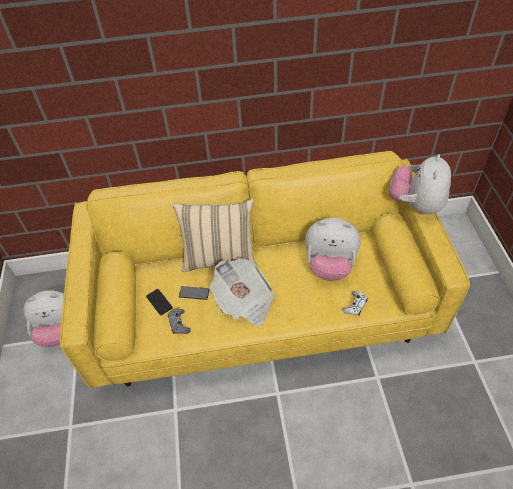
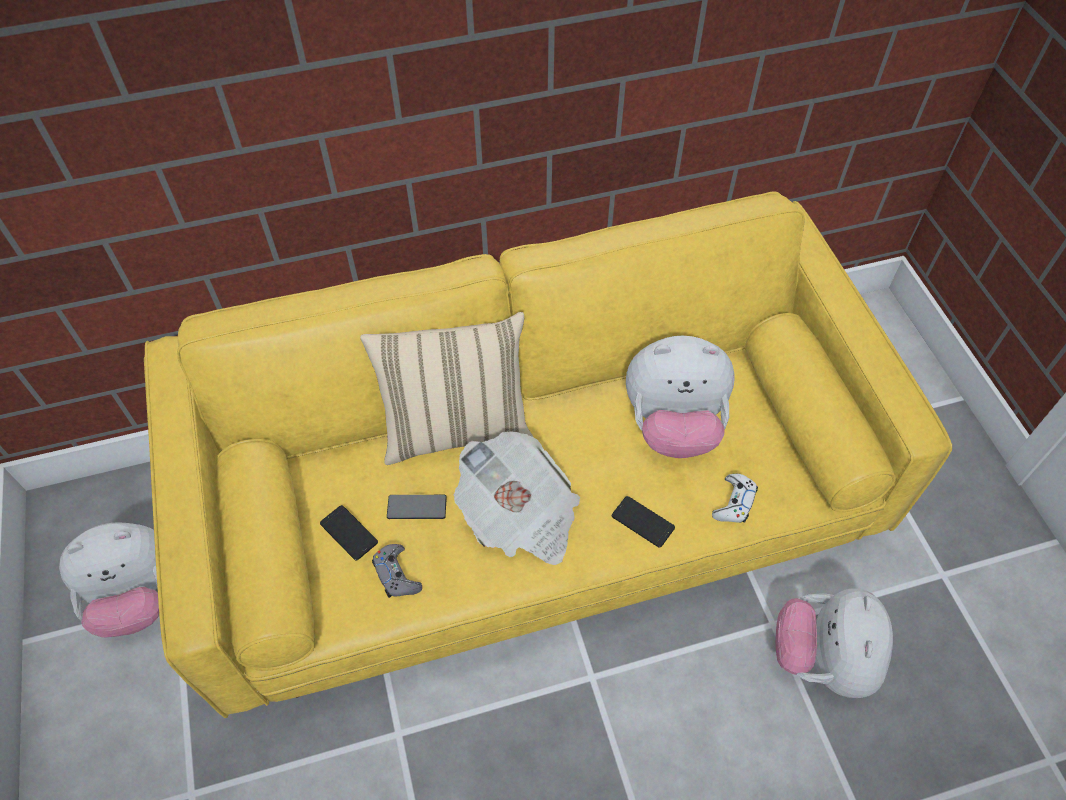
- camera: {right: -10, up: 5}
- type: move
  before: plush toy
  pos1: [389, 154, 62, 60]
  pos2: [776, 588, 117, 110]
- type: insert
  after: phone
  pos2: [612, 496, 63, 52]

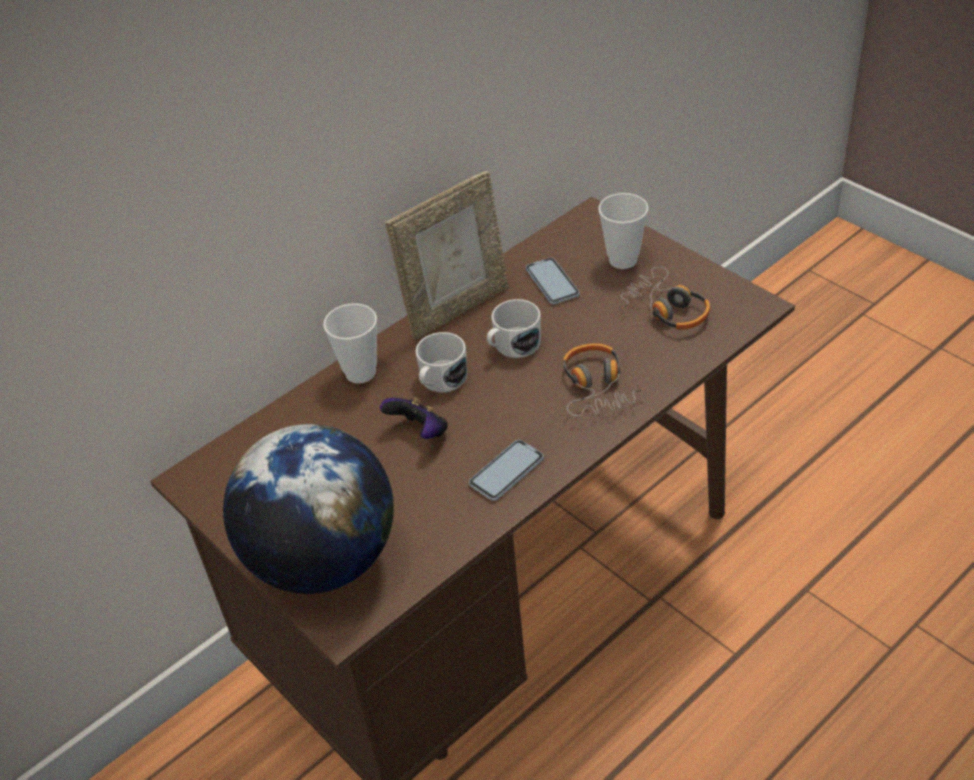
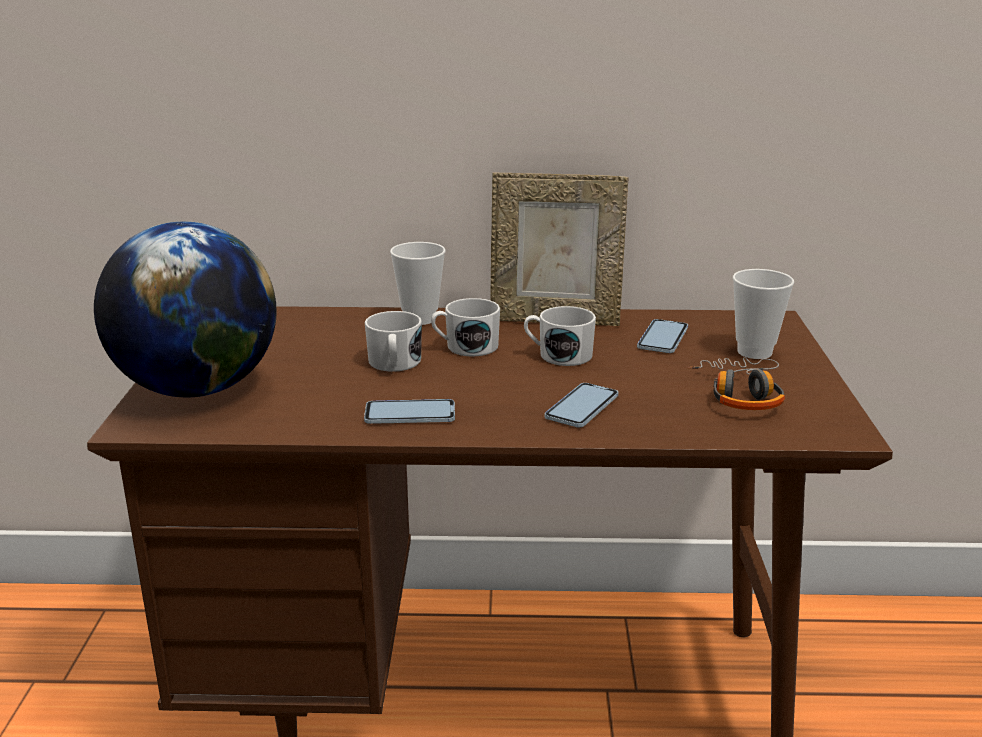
- camera: {right: 40, up: -20}
- type: replace
  before: game controller
  after: white mug
  pos1: [380, 397, 68, 42]
  pos2: [365, 311, 57, 61]
- type: replace
  before: headphones
  after: phone
  pos1: [563, 343, 82, 73]
  pos2: [545, 383, 73, 44]

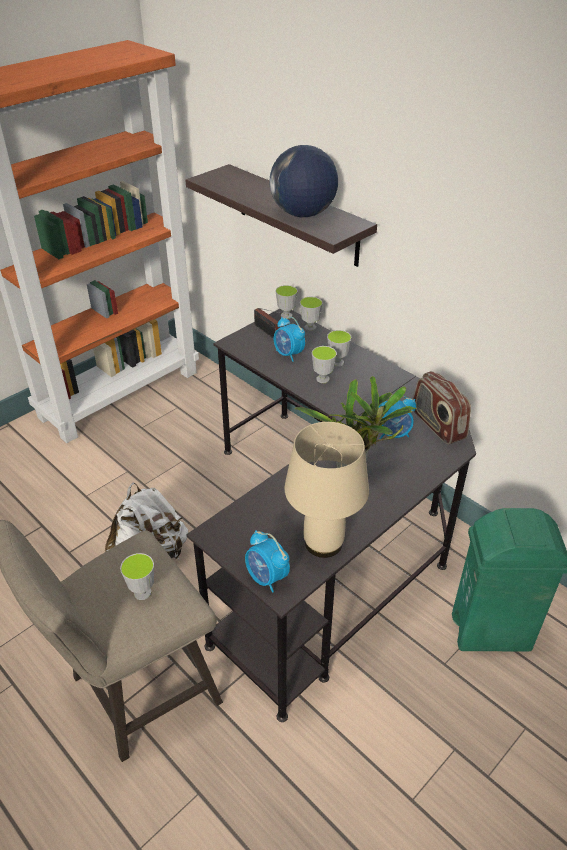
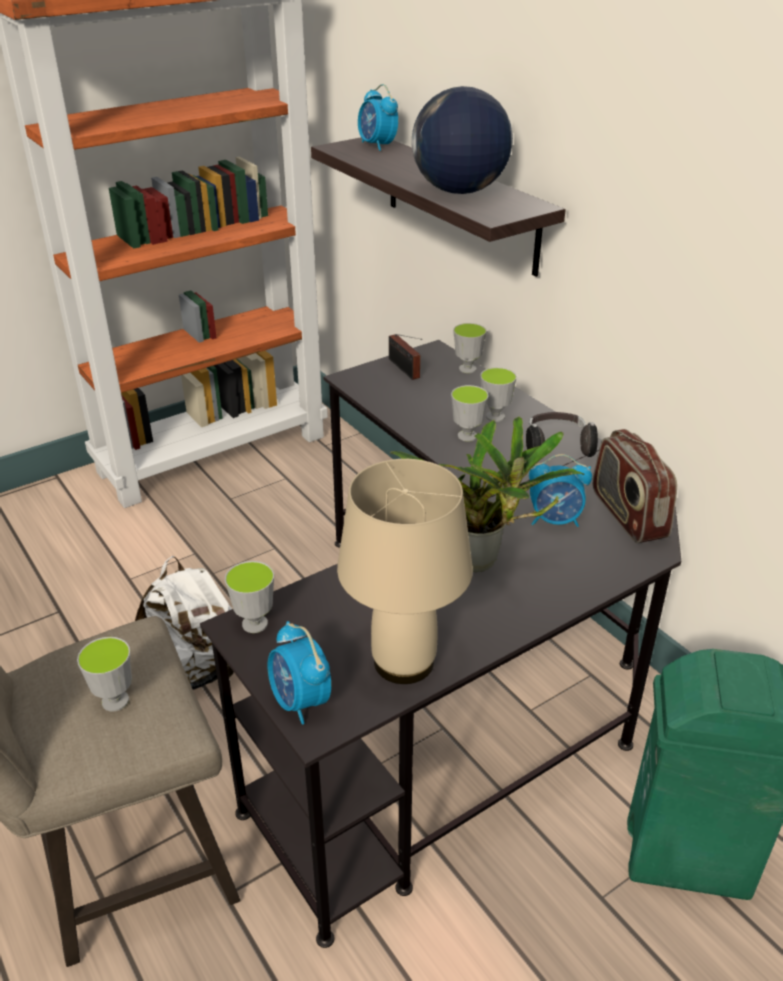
- camera: {right: 10, up: -5}
- type: move
  before: alarm clock
  pos1: [274, 317, 31, 45]
  pos2: [358, 84, 40, 67]
- type: move
  before: cup
  pos1: [276, 285, 22, 34]
  pos2: [225, 561, 49, 72]
- type: insert
  after: headphones
  pos2: [526, 412, 72, 45]

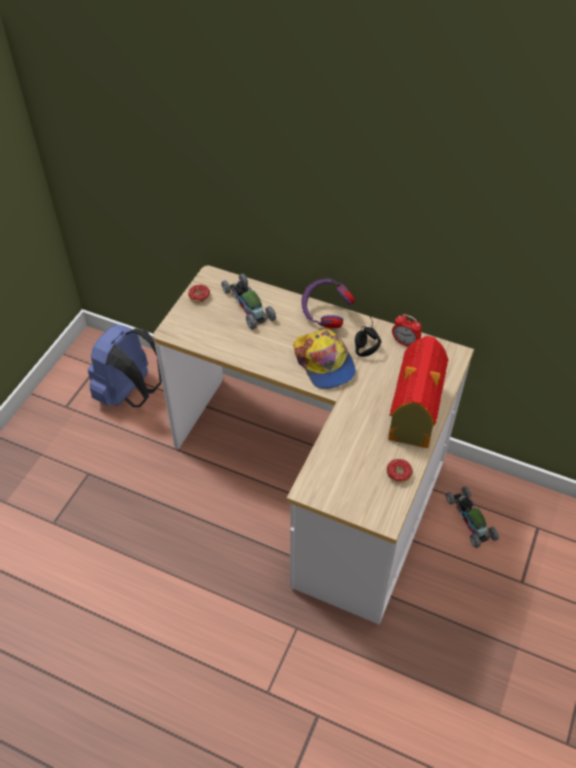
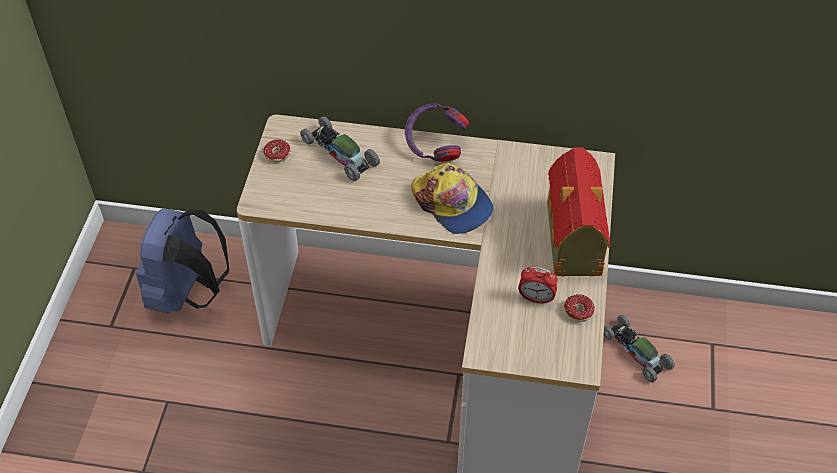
- camera: {right: -15, up: 0}
- type: delete
  before: black headphones
  pos1: [355, 316, 27, 41]
- type: move
  before: alarm clock
  pos1: [392, 314, 30, 32]
  pos2: [518, 267, 40, 38]

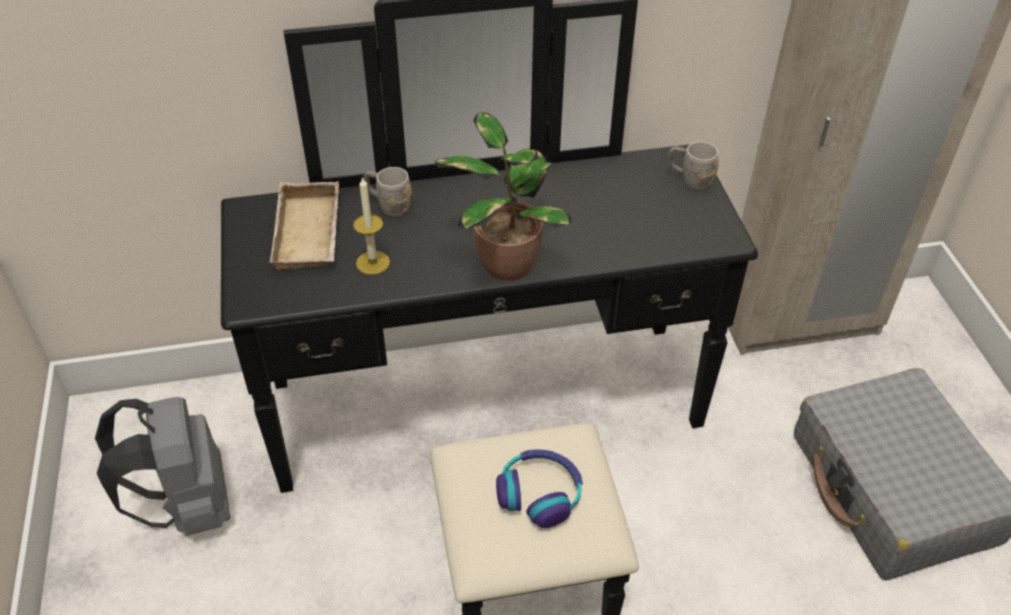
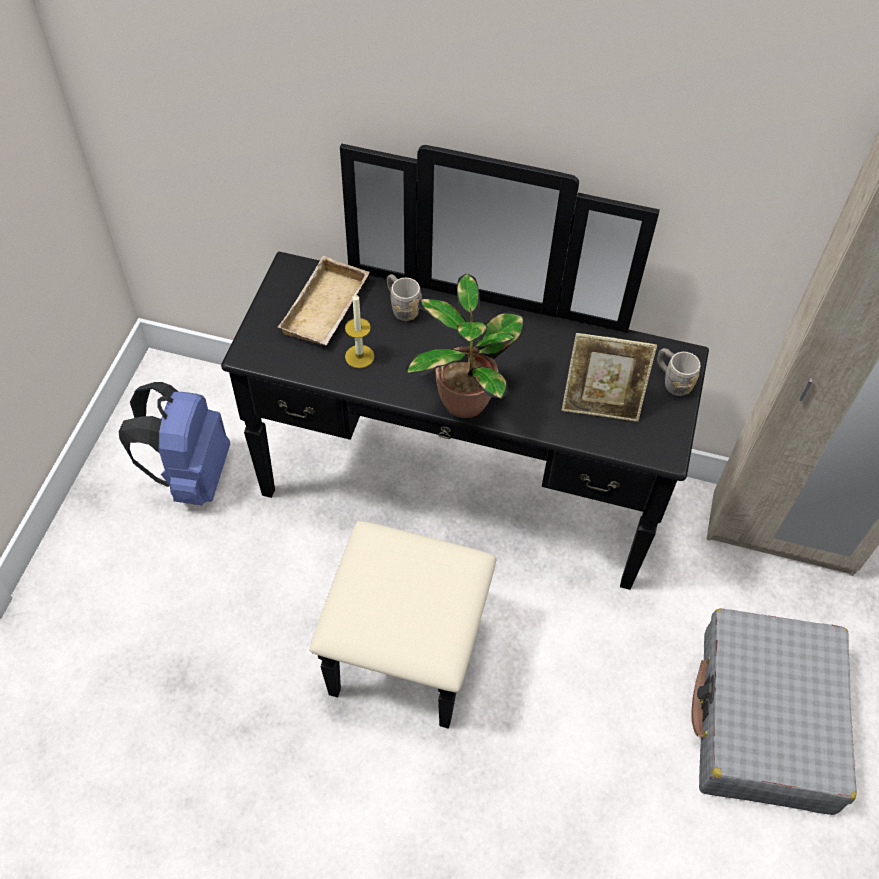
- camera: {right: 25, up: 10}
- type: recolor
  before: grey backpack
  after: blue backpack
  pos1: [95, 397, 135, 139]
  pos2: [118, 382, 112, 123]
- type: delete
  before: headphones
  pos1: [496, 450, 87, 78]
- type: insert
  after: picture frame
  pos2: [562, 333, 95, 89]

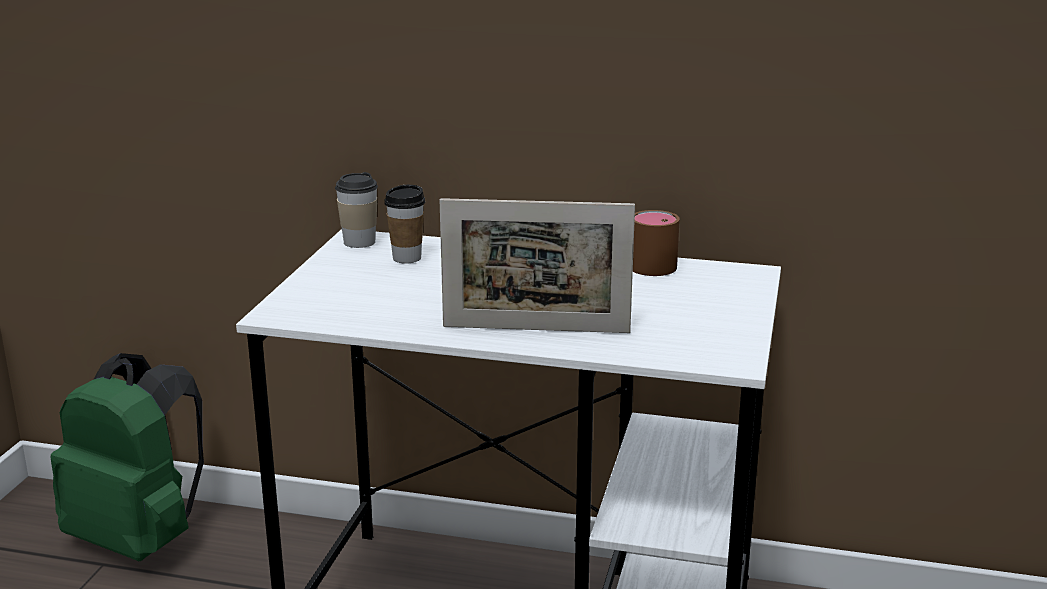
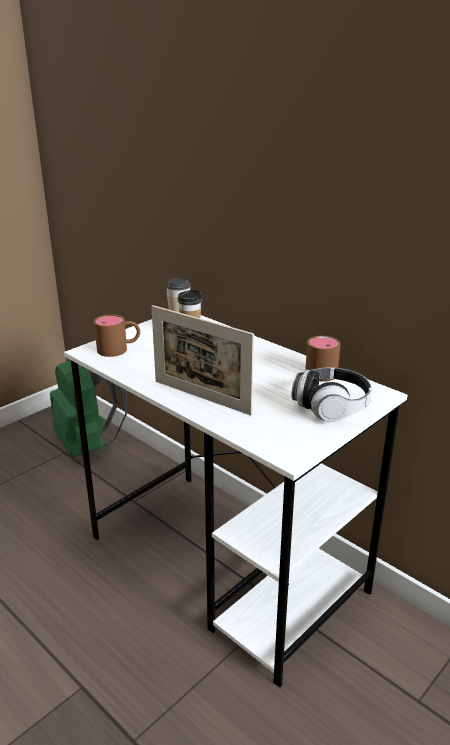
- camera: {right: 30, up: 5}
- type: insert
  after: brown mug
  pos2: [94, 314, 46, 43]
- type: insert
  after: headphones
  pos2: [292, 368, 80, 54]

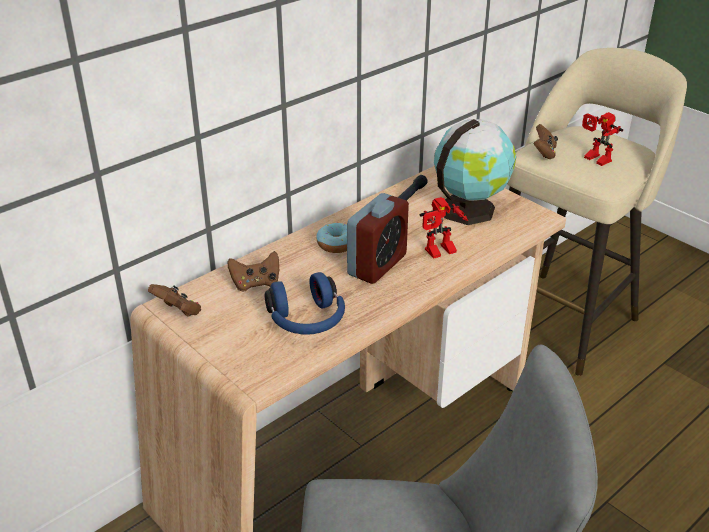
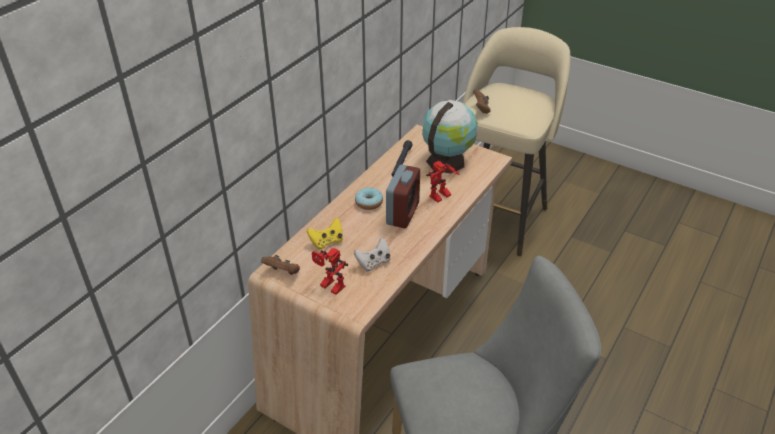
- camera: {right: -15, up: 5}
- type: recolor
  before: brown game controller
  after: yellow game controller
  pos1: [228, 251, 51, 40]
  pos2: [307, 218, 36, 32]
- type: replace
  before: blue headphones
  after: white game controller
  pos1: [265, 272, 80, 63]
  pos2: [354, 237, 36, 35]
- type: move
  before: toy robot
  pos1: [582, 112, 41, 54]
  pos2: [312, 248, 36, 47]

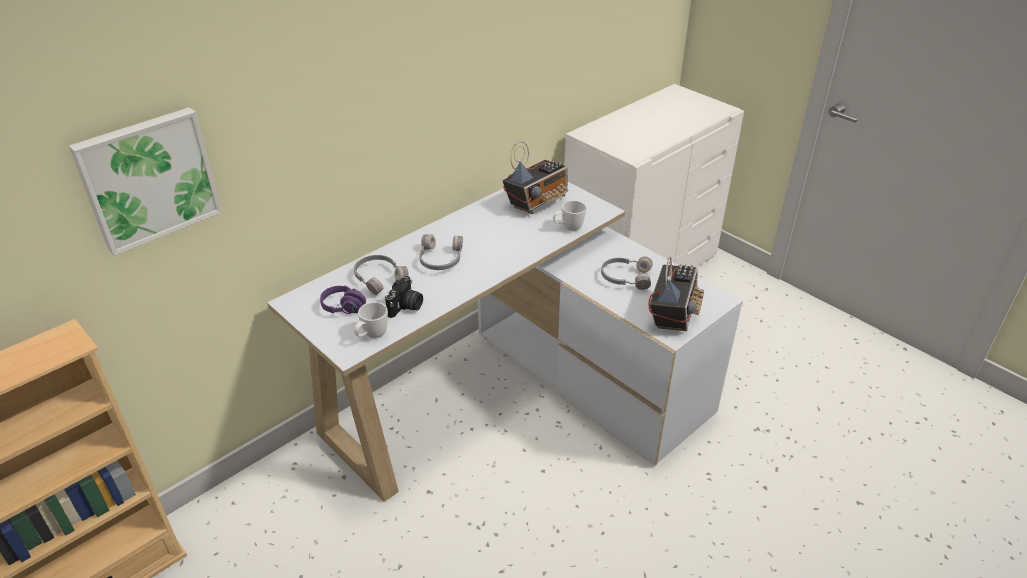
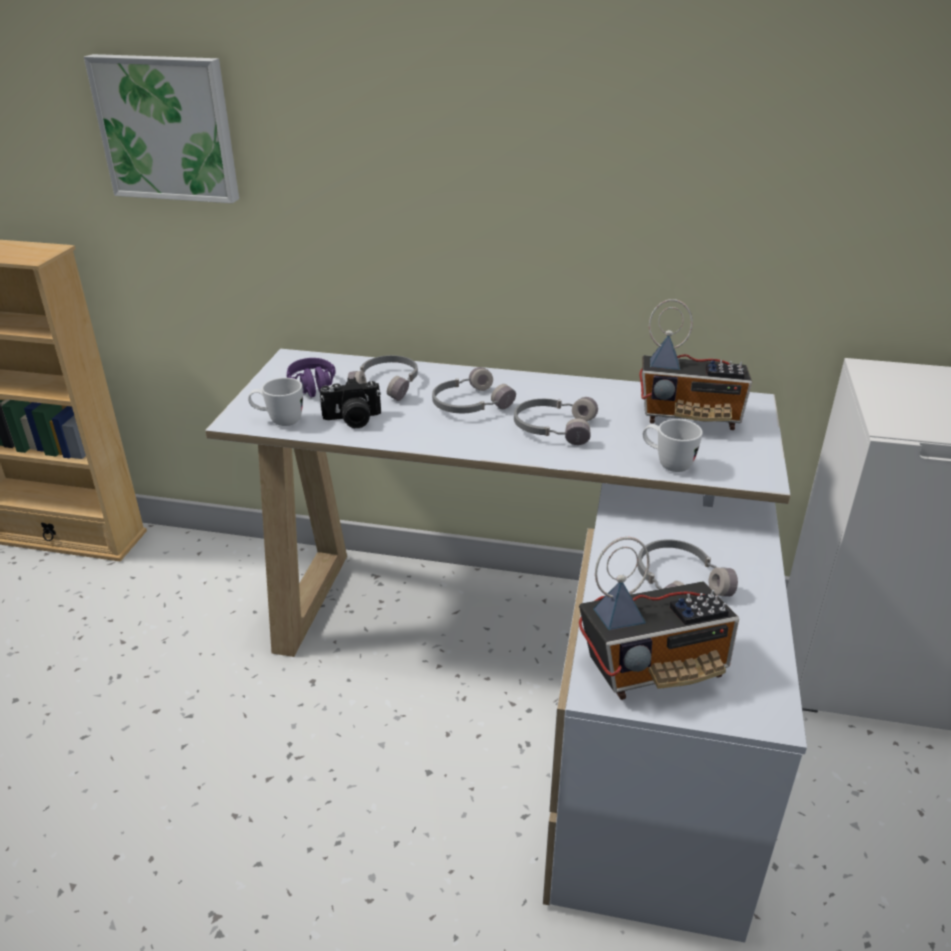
- camera: {right: 55, up: -5}
- type: insert
  after: grey headphones
  pos2: [514, 397, 84, 48]

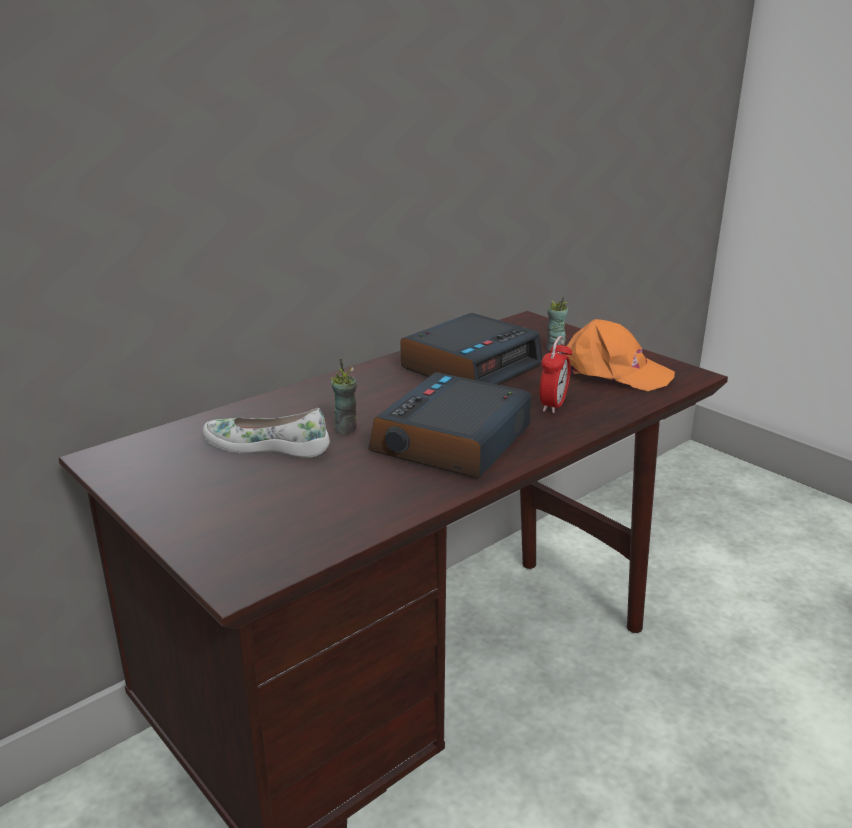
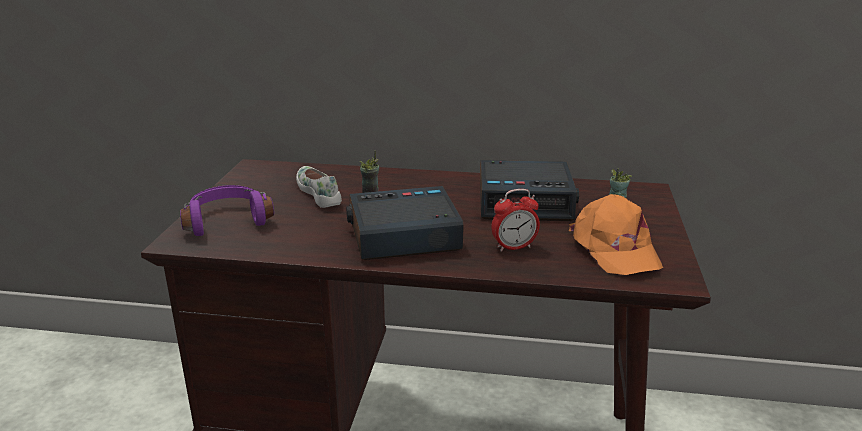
- camera: {right: 50, up: 0}
- type: insert
  after: purple headphones
  pos2: [180, 185, 94, 51]

